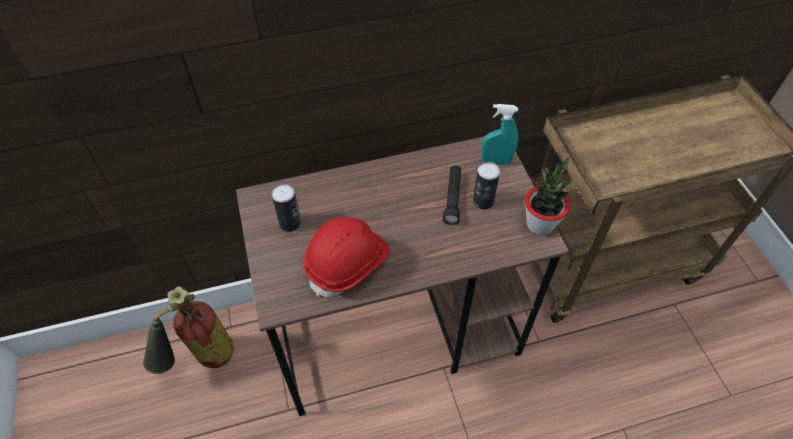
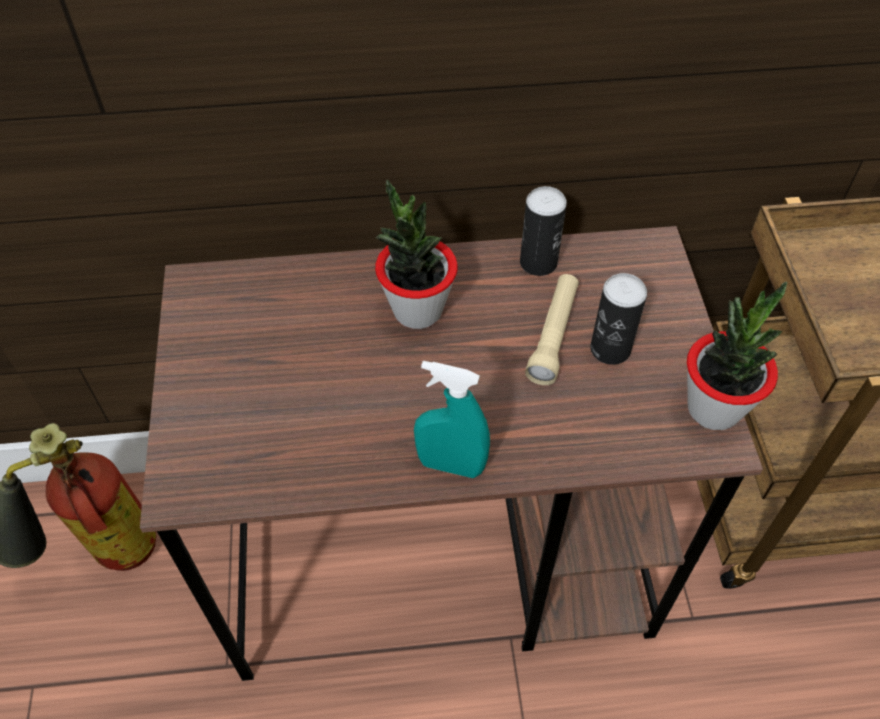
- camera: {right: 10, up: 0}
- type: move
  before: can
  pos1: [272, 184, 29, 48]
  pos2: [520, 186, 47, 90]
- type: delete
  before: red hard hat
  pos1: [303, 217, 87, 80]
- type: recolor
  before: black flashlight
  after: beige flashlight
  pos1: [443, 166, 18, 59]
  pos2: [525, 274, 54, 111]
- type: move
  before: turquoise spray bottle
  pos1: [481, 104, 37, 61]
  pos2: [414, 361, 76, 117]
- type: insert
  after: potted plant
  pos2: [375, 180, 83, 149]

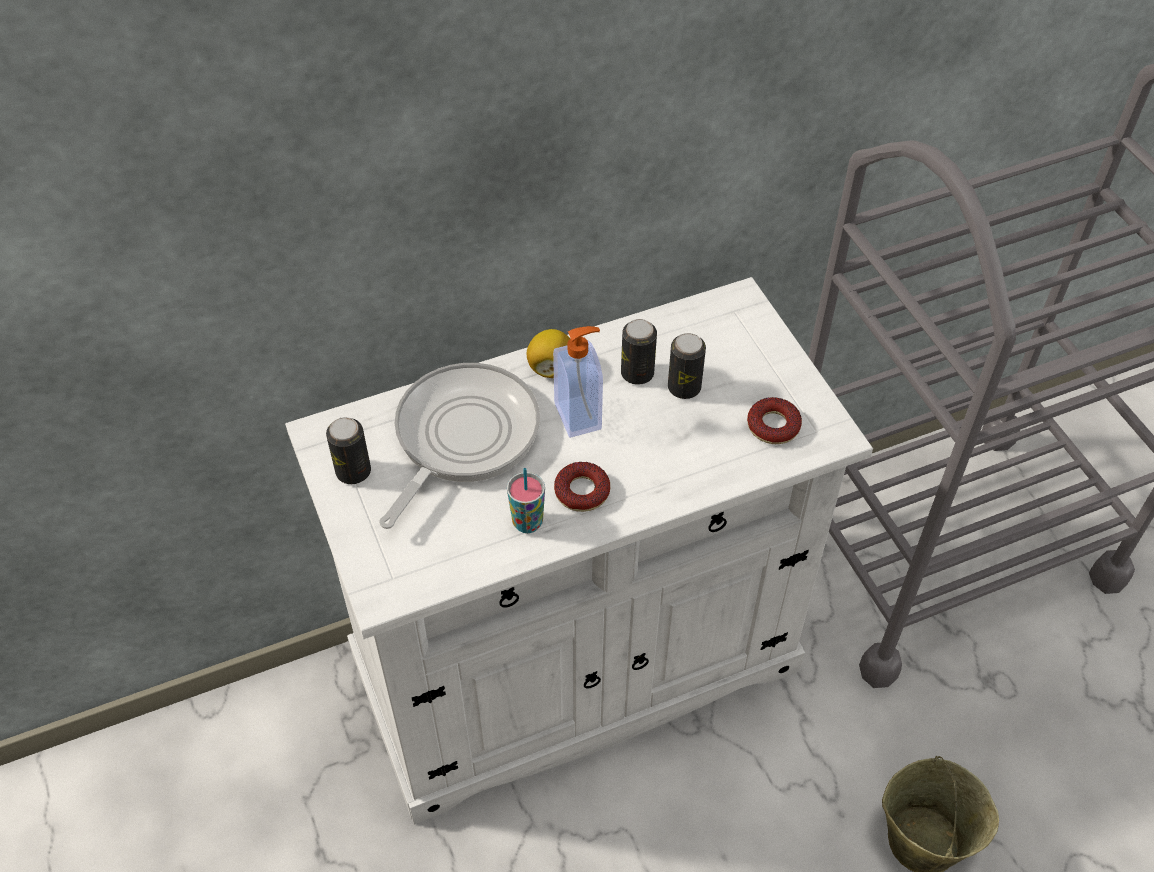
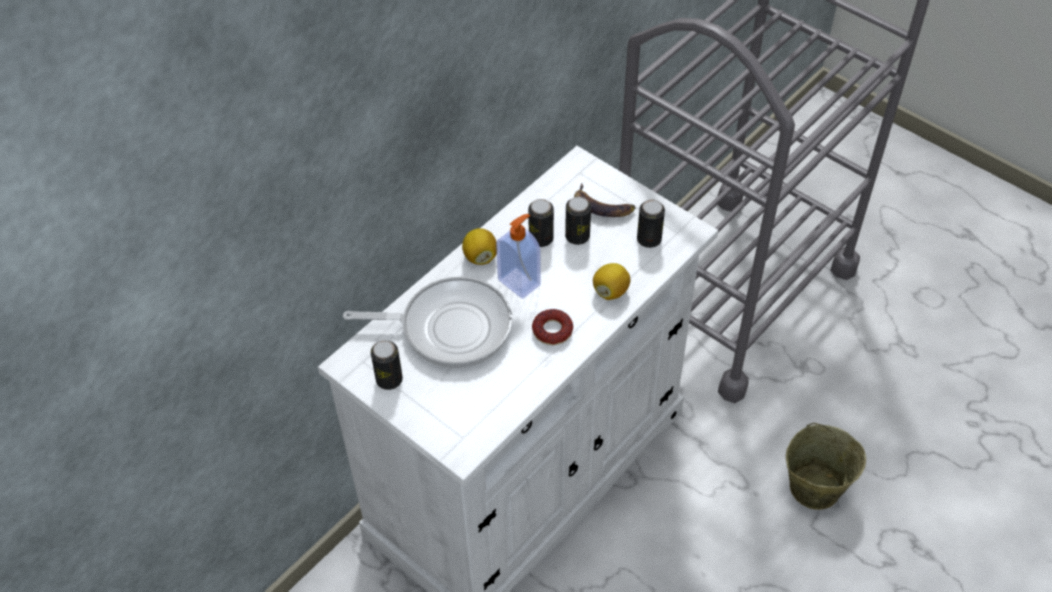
- camera: {right: -25, up: 0}
- type: rotate
  before: frying pan
  pos1: [379, 363, 161, 166]
  pos2: [343, 277, 169, 91]
  turn: 90
- type: delete
  before: cup
  pos1: [507, 468, 38, 65]
- type: replace
  before: donut
  after: can
  pos1: [747, 397, 55, 47]
  pos2: [637, 200, 28, 48]
- type: insert
  after: banana
  pos2: [574, 183, 61, 34]
- type: insert
  after: lemon
  pos2: [593, 263, 37, 37]

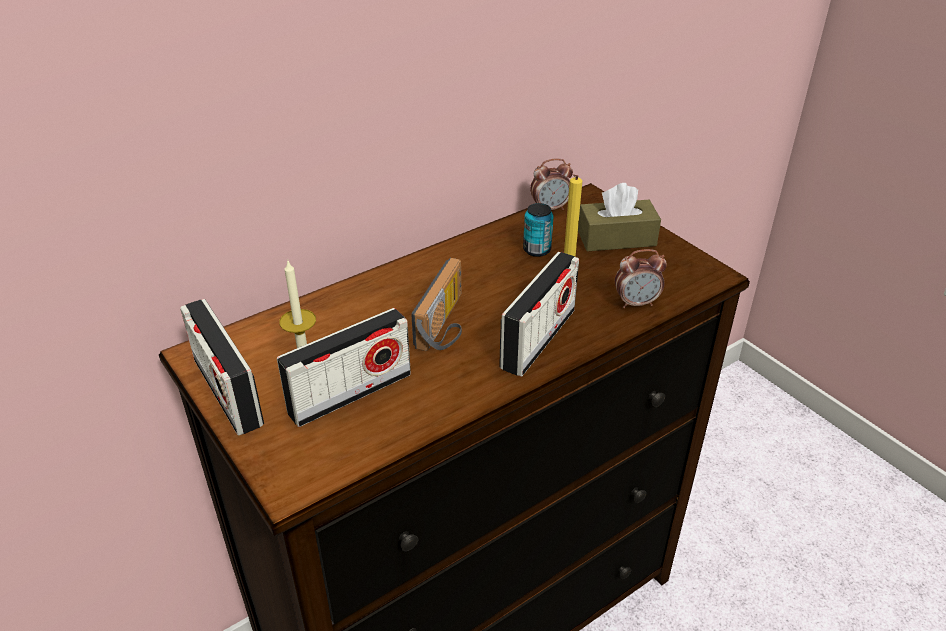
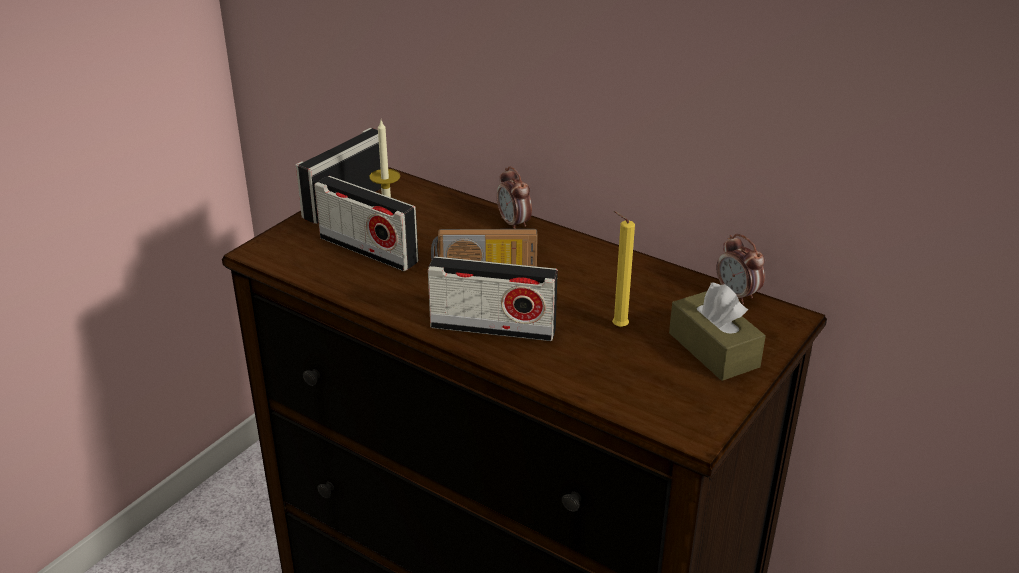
- camera: {right: 70, up: -5}
- type: delete
  before: can
  pos1: [523, 203, 31, 54]
- type: move
  before: alarm clock
  pos1: [615, 249, 52, 59]
  pos2: [497, 166, 35, 63]

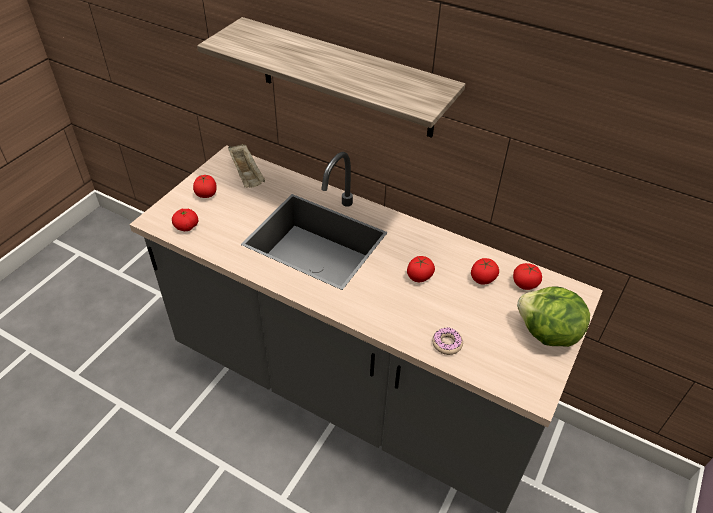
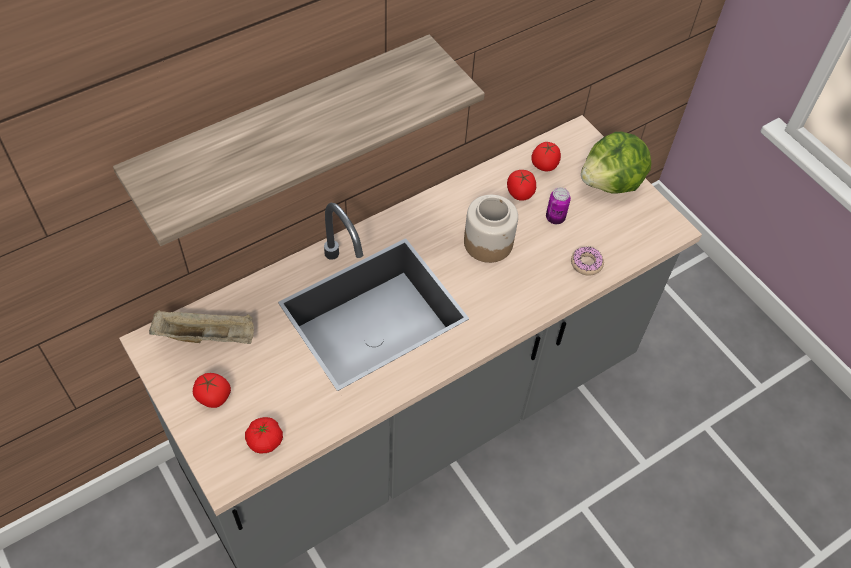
- camera: {right: -65, up: 10}
- type: replace
  before: tomato
  after: jar
  pos1: [407, 256, 28, 26]
  pos2: [464, 195, 54, 68]
- type: insert
  after: can
  pos2: [546, 187, 25, 37]

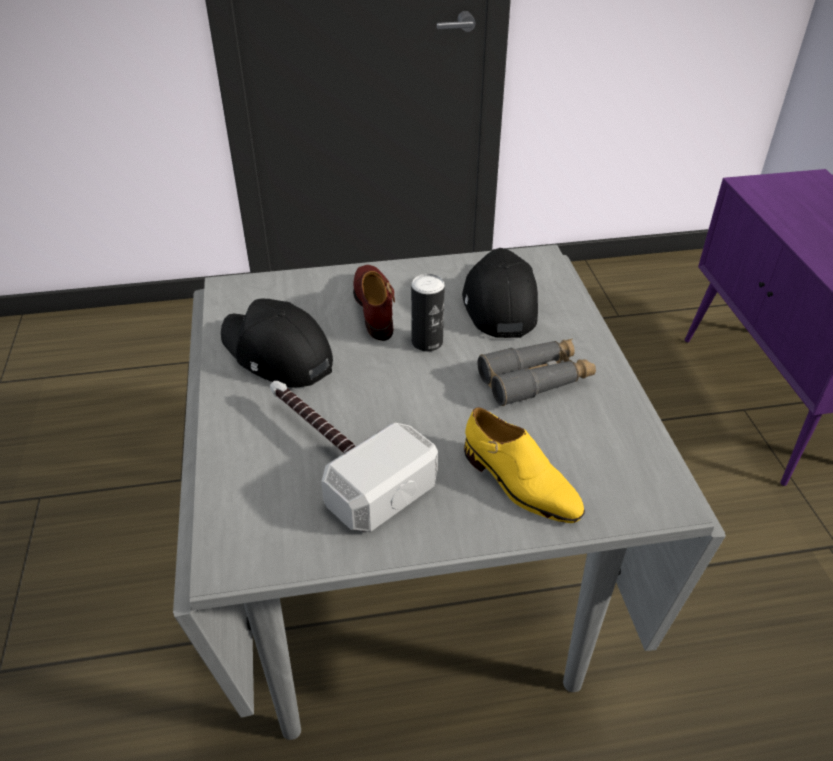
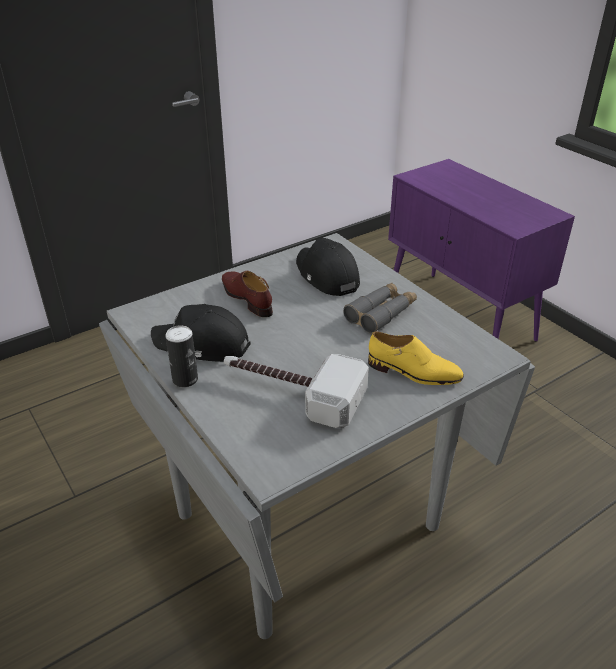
- camera: {right: -25, up: -5}
- type: move
  before: can
  pos1: [411, 274, 34, 78]
  pos2: [165, 325, 33, 62]

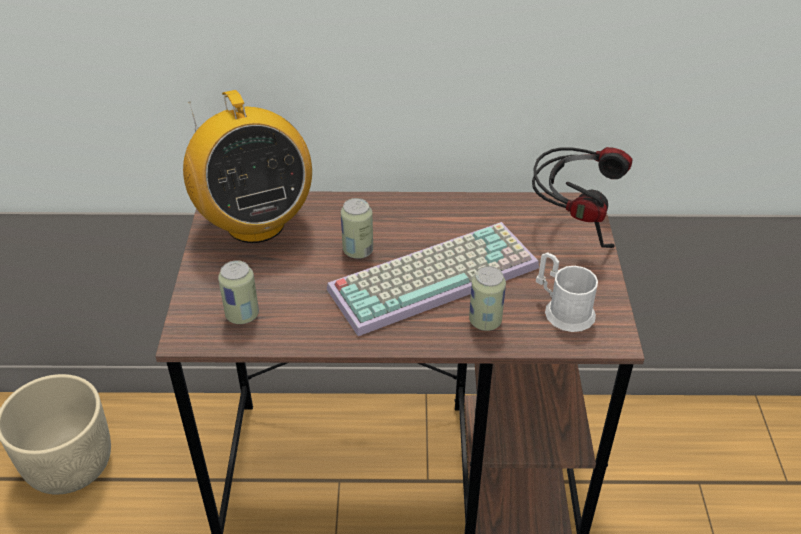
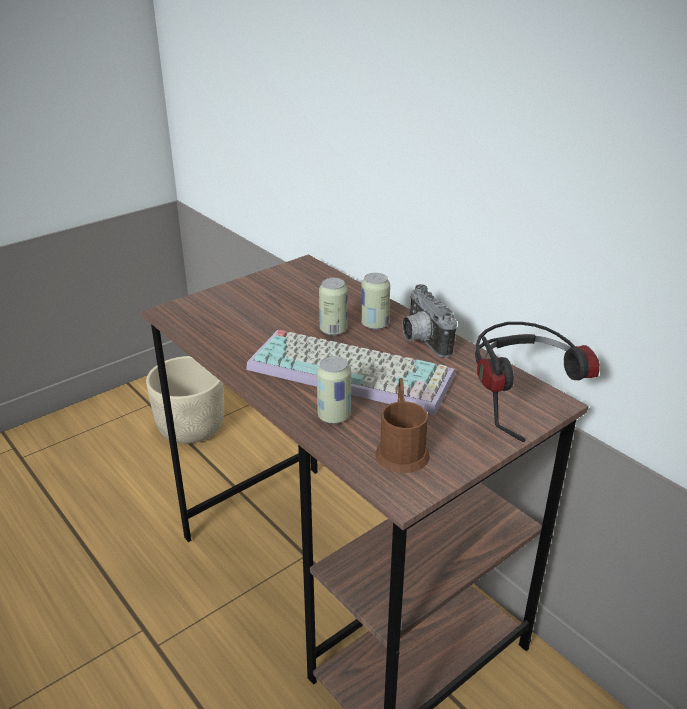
- camera: {right: 50, up: -10}
- type: delete
  before: radio
  pos1: [183, 90, 129, 153]
- type: move
  before: can
  pos1: [218, 261, 41, 63]
  pos2: [361, 273, 29, 57]
- type: recolor
  before: white mug
  after: brown mug
  pos1: [536, 252, 62, 80]
  pos2: [375, 378, 55, 95]
- type: insert
  after: photo camera
  pos2: [402, 284, 55, 74]

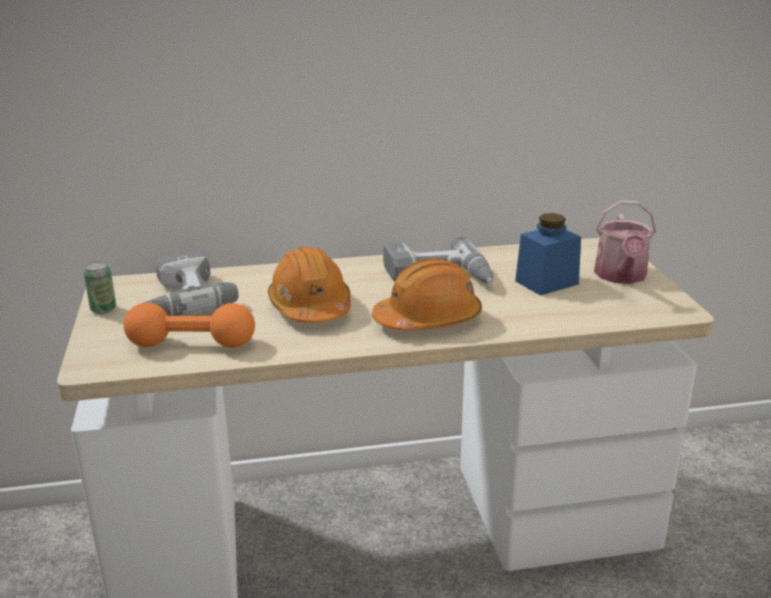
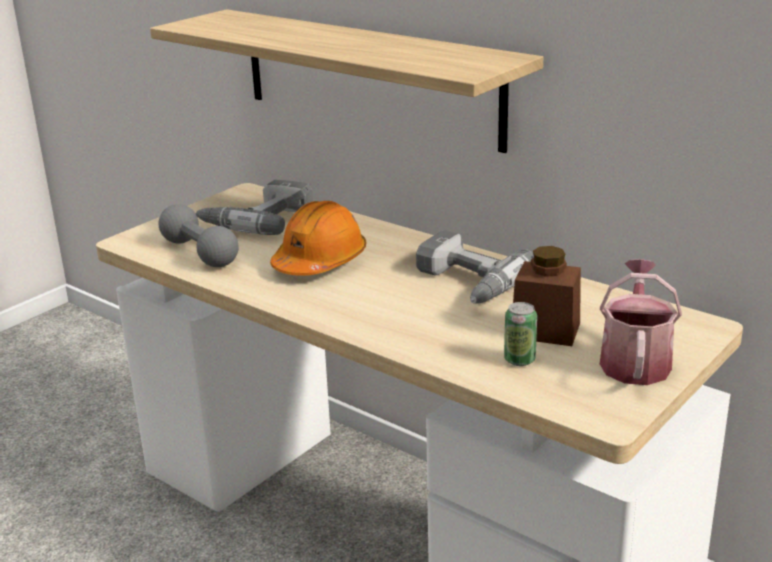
- camera: {right: 50, up: 0}
- type: move
  before: can
  pos1: [84, 261, 32, 53]
  pos2: [504, 302, 33, 64]
- type: recolor
  before: orange dumbbell
  after: grey dumbbell
  pos1: [124, 303, 131, 45]
  pos2: [159, 204, 80, 63]
- type: delete
  before: orange hard hat
  pos1: [372, 258, 110, 72]
- type: recolor
  before: blue jar
  after: brown jar
  pos1: [515, 213, 66, 83]
  pos2: [513, 246, 68, 100]
- type: rotate
  before: watering can
  pos1: [594, 201, 62, 83]
  pos2: [600, 259, 82, 126]
  turn: 135
- type: insert
  after: shelf
  pos2: [150, 9, 393, 144]

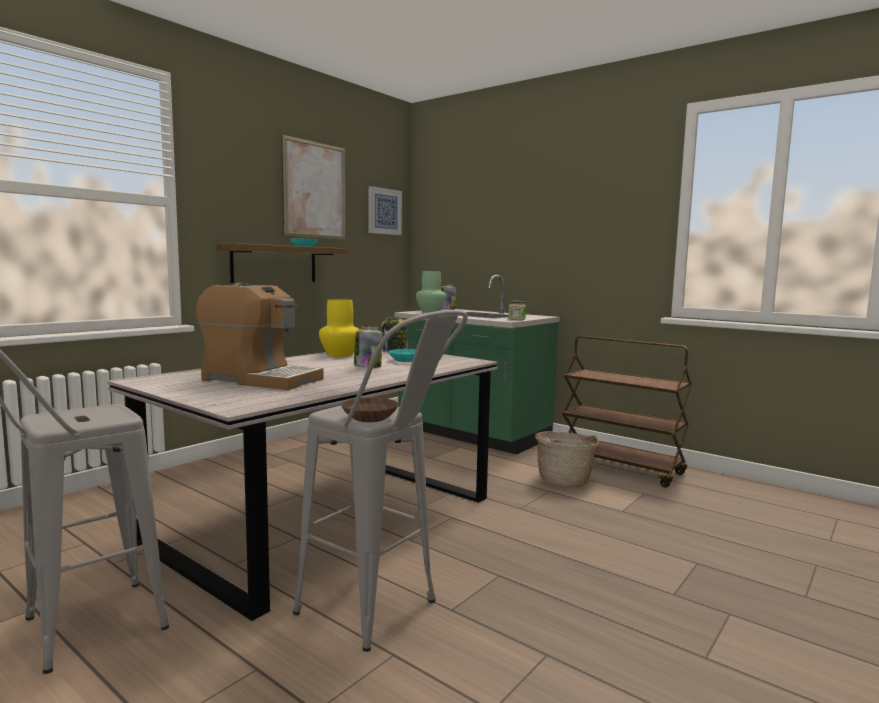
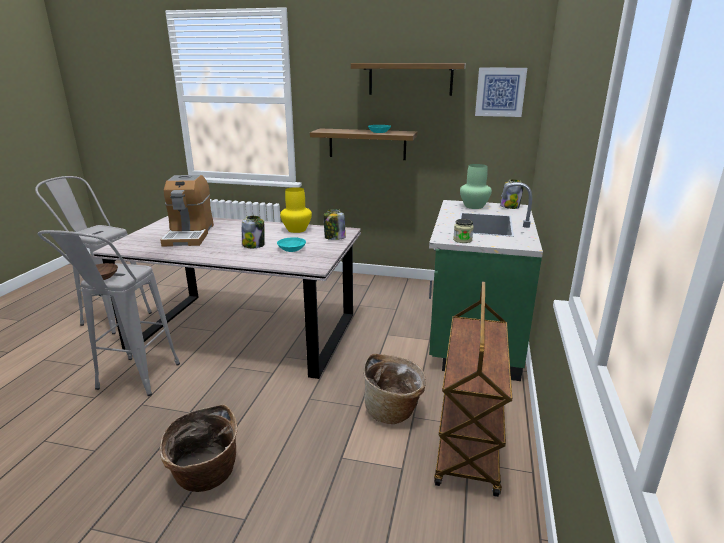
- camera: {right: 65, up: 15}
- type: replace
  before: picture
  after: shelf
  pos1: [281, 135, 65, 105]
  pos2: [351, 63, 115, 33]
- type: insert
  after: basket
  pos2: [160, 404, 78, 88]

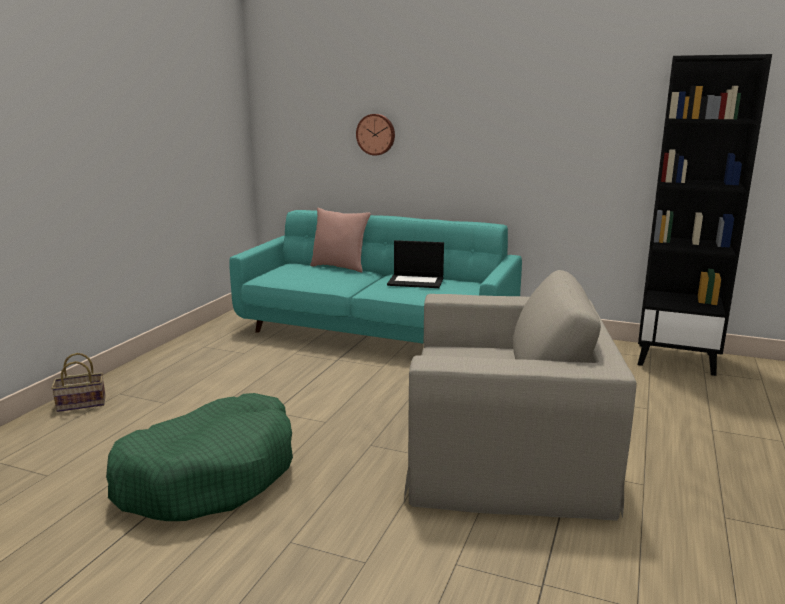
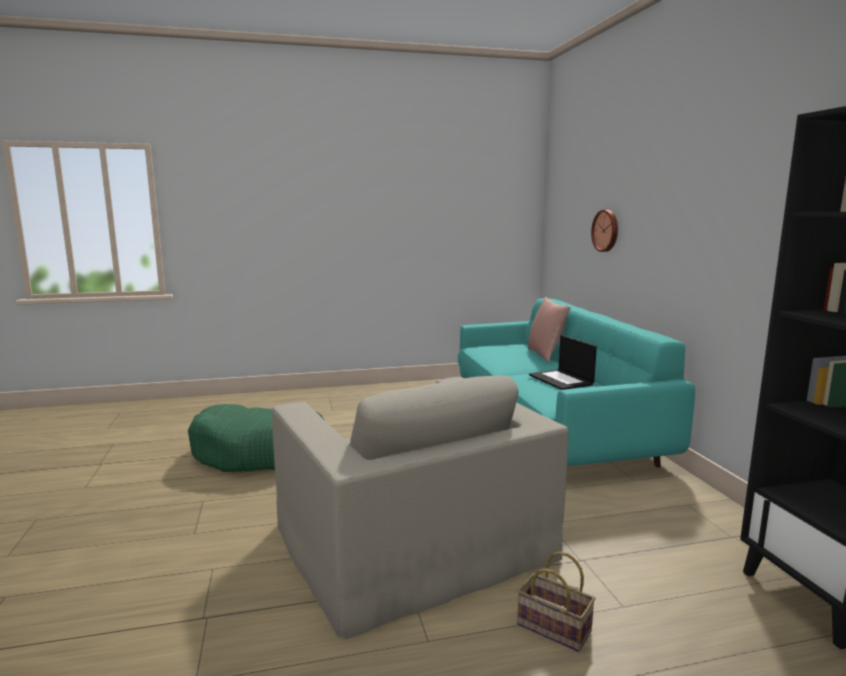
- camera: {right: 55, up: -5}
- type: move
  before: basket
  pos1: [52, 353, 54, 59]
  pos2: [517, 551, 78, 101]

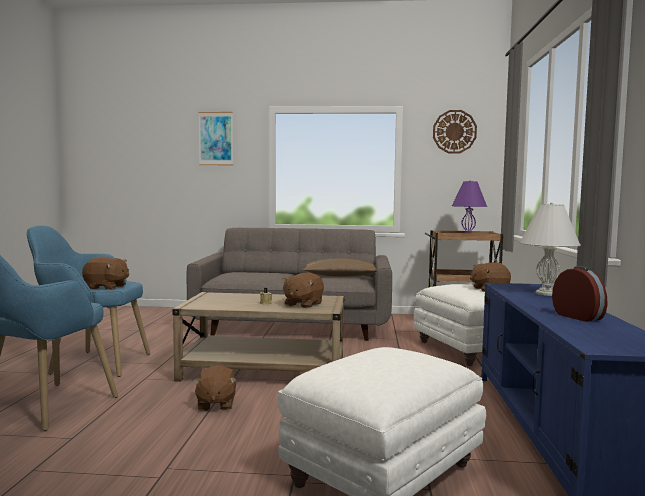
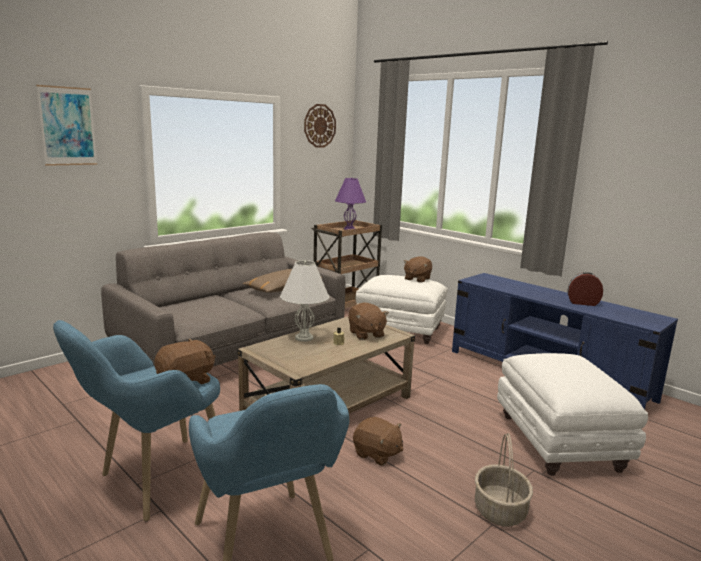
- camera: {right: -50, up: 10}
- type: move
  before: white table lamp
  pos1: [520, 202, 61, 94]
  pos2: [280, 260, 49, 82]
- type: insert
  after: basket
  pos2: [475, 433, 58, 93]

